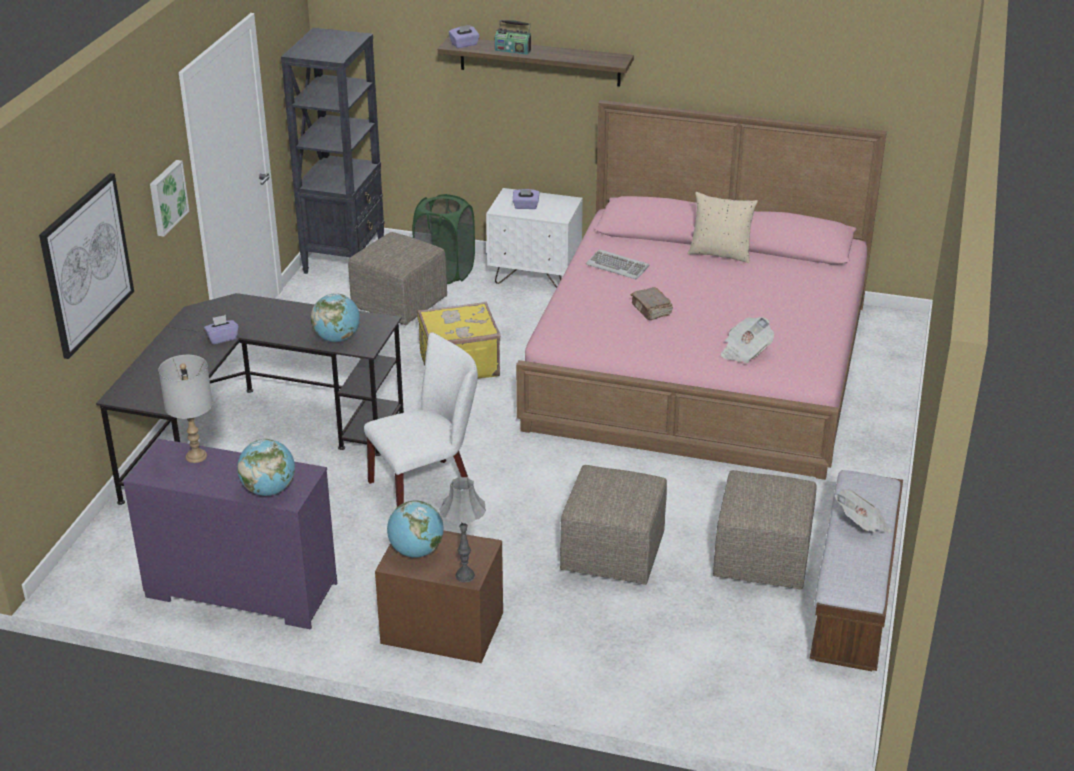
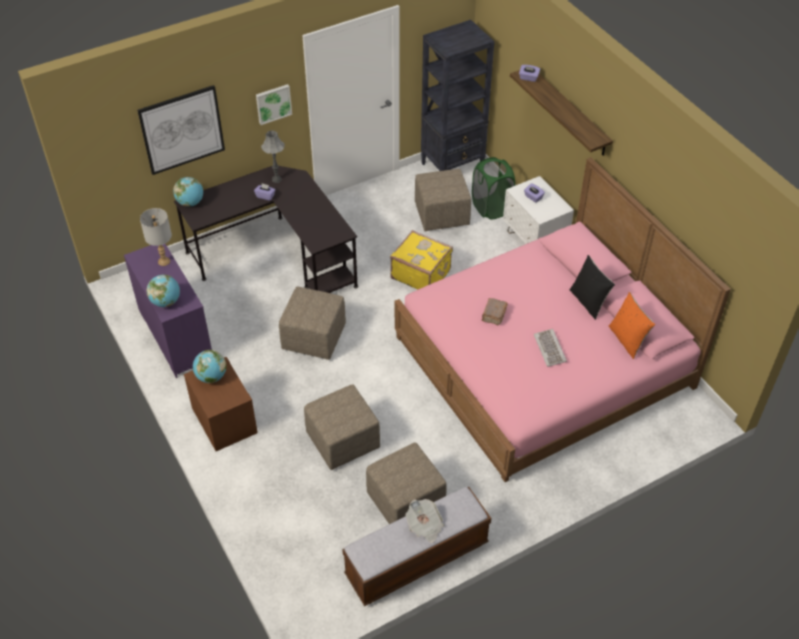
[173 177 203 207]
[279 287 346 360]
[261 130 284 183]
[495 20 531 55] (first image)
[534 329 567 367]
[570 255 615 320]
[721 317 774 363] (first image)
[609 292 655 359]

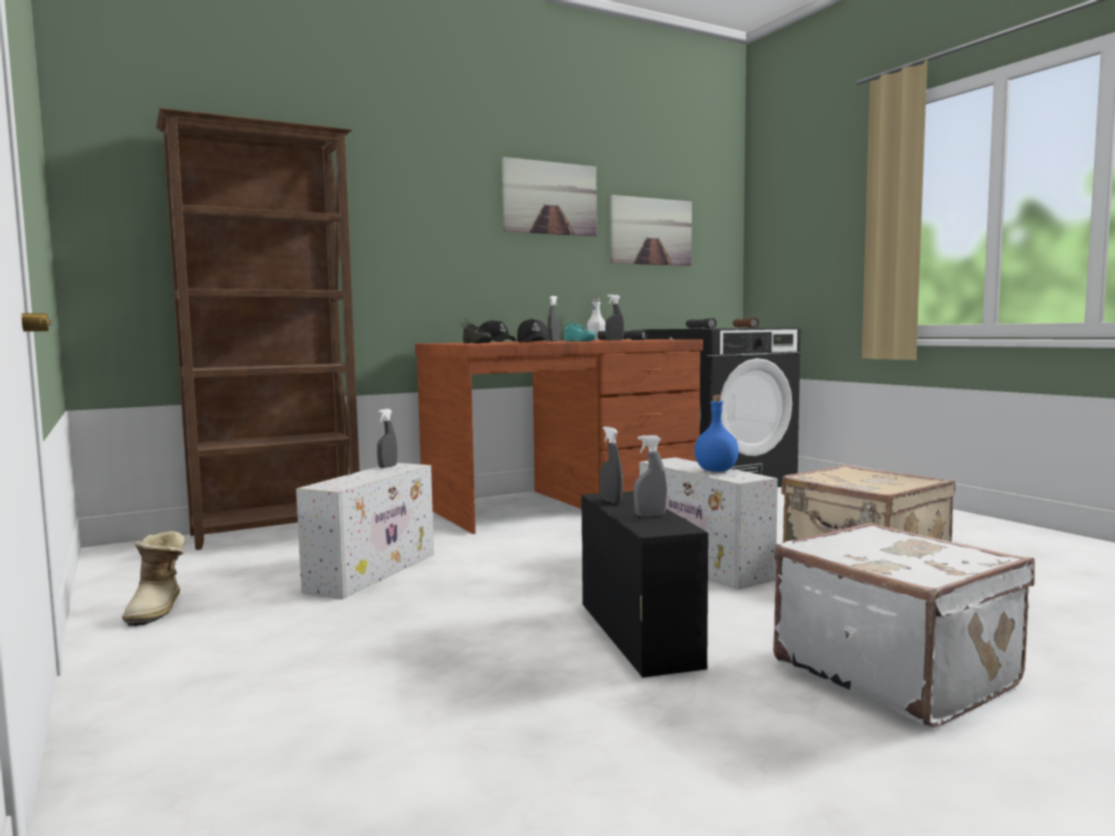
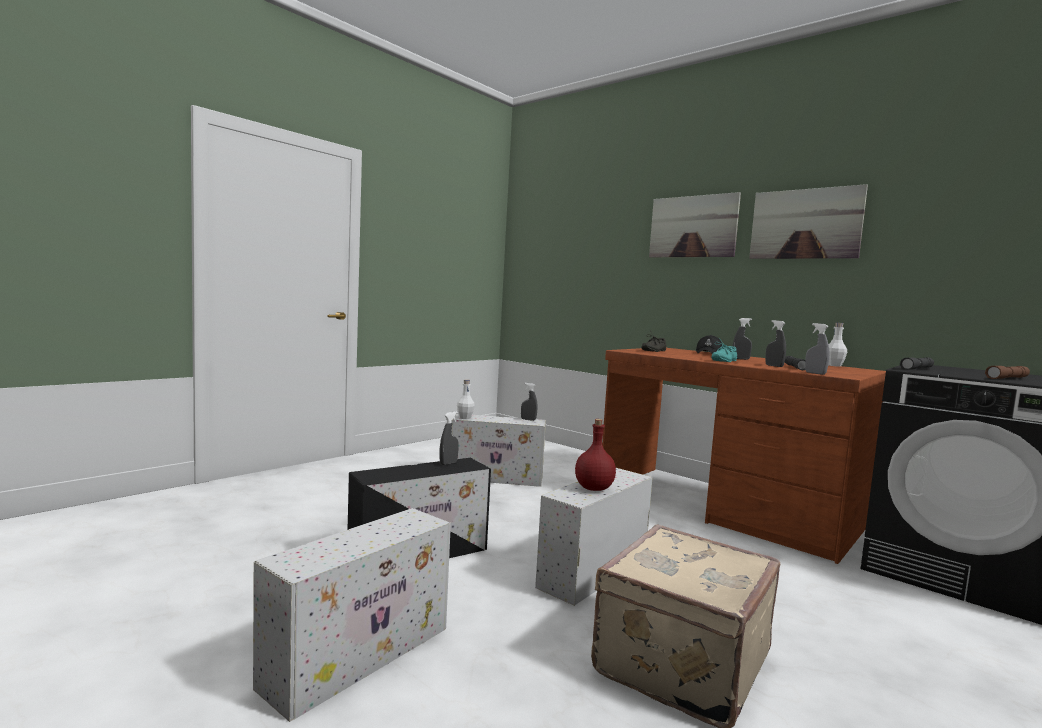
[122 531 186 626] (first image)
[156 108 360 550] (first image)
[517 319 549 343] (first image)
[649 192 741 257]
[805 323 829 375]
[575 419 616 491]
[253 508 451 722]
[457 379 475 419]

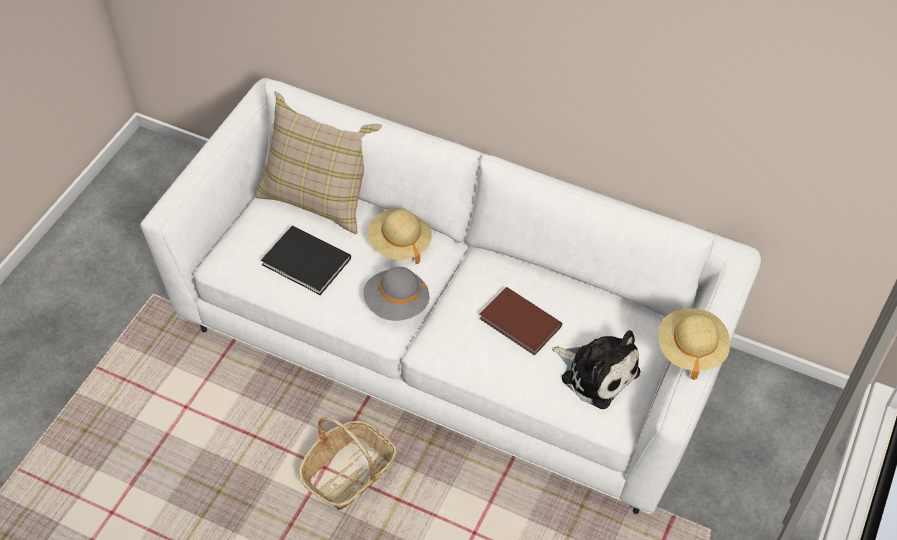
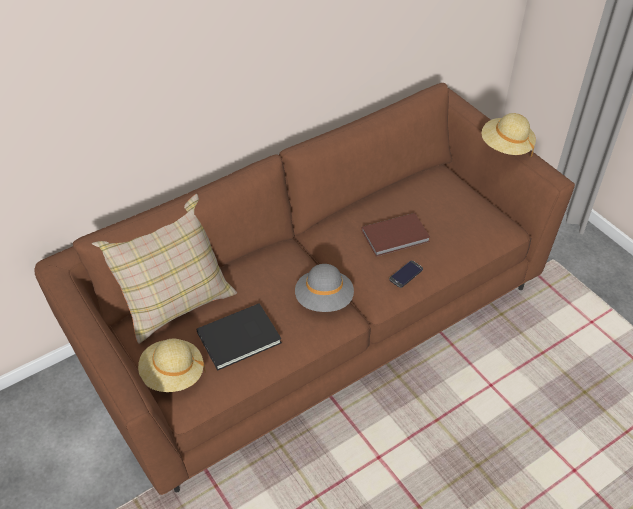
[35 83 575 495]
[298 417 398 510] (first image)
[138 339 206 392]
[552 330 640 409] (first image)
[389 261 423 288]

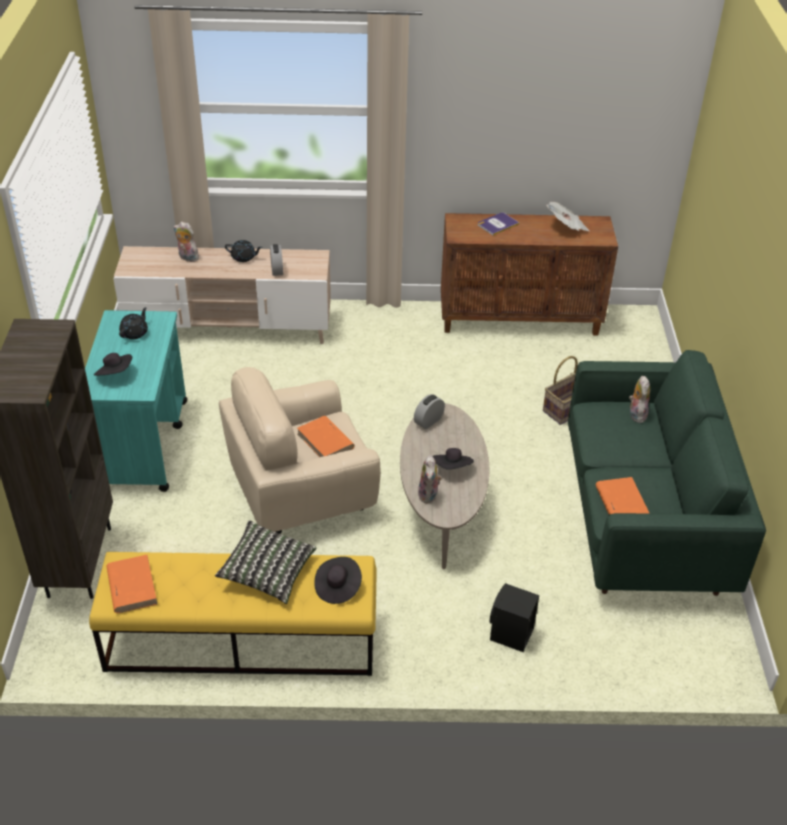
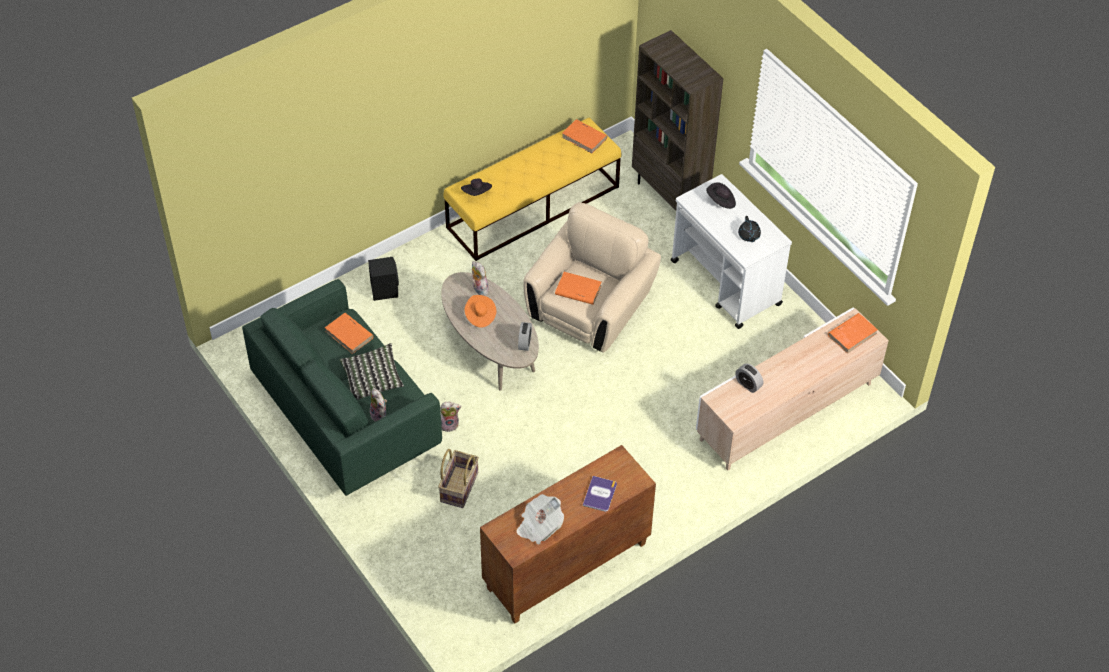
[671 174 792 329]
[440 402 462 432]
[339 343 404 400]
[225 240 262 262] (first image)
[465 295 496 328]
[828 313 878 354]

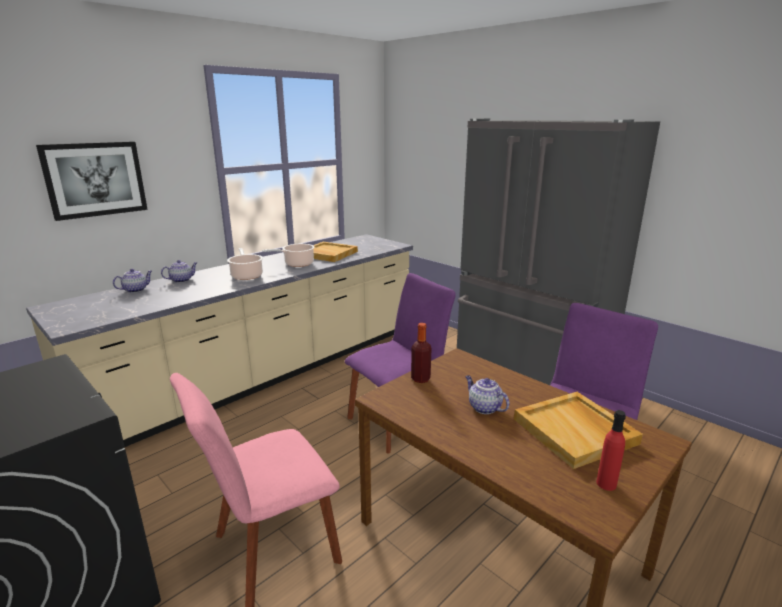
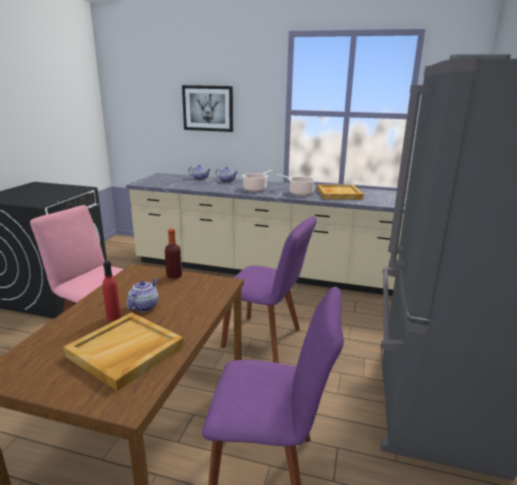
[103 261 121 321]

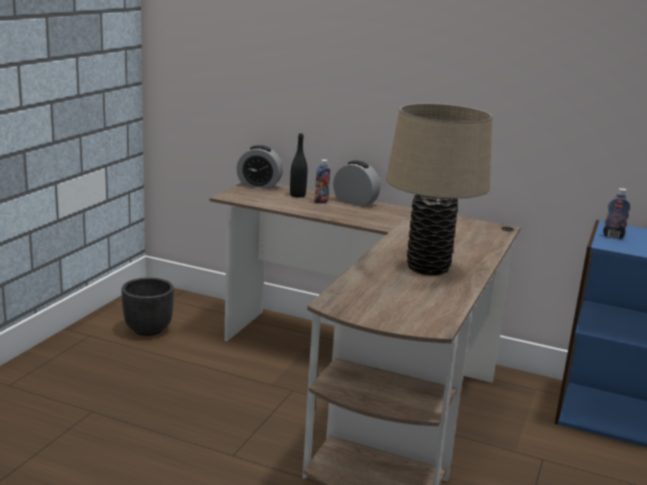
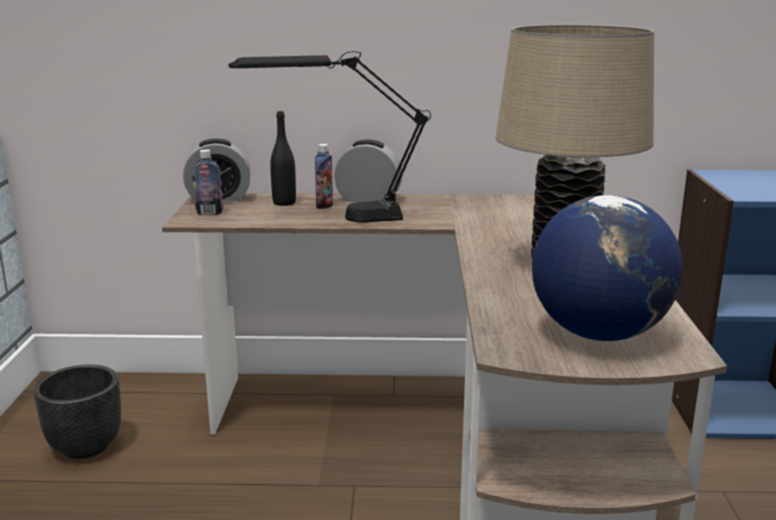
[193 149 223 215]
[229 51 431 223]
[532 195 683 341]

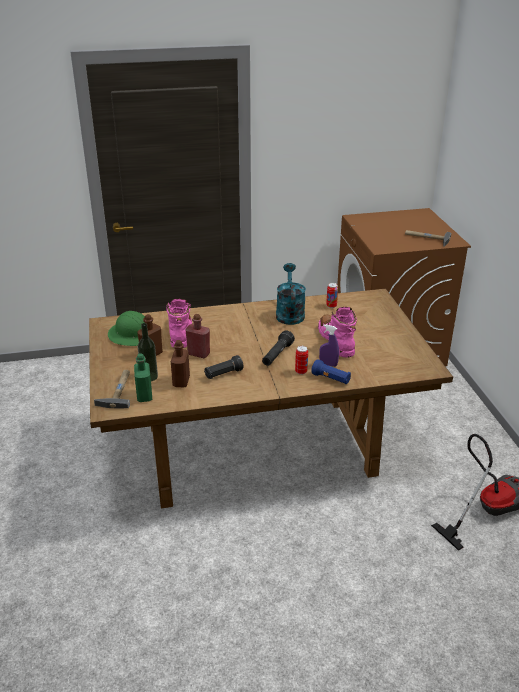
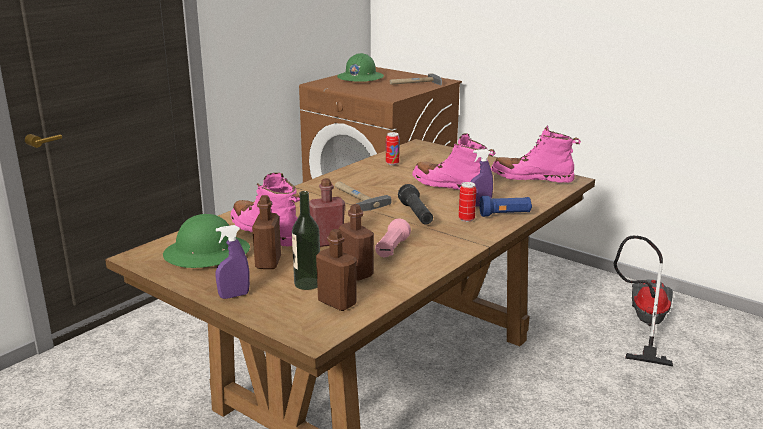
[335 181 391 211]
[316 229 357 311]
[375 219 411 257]
[276 263 306 325] (first image)
[216 225 250 299]
[337 53 384 82]
[491 125 581 183]

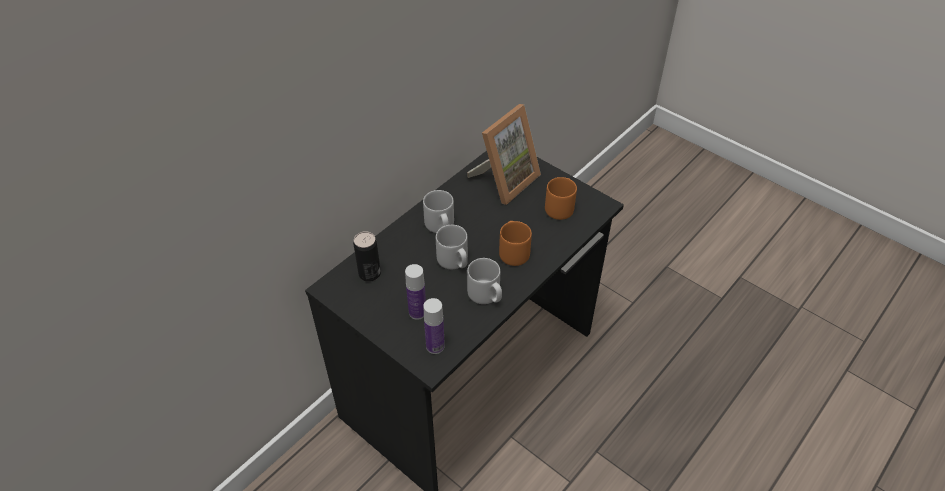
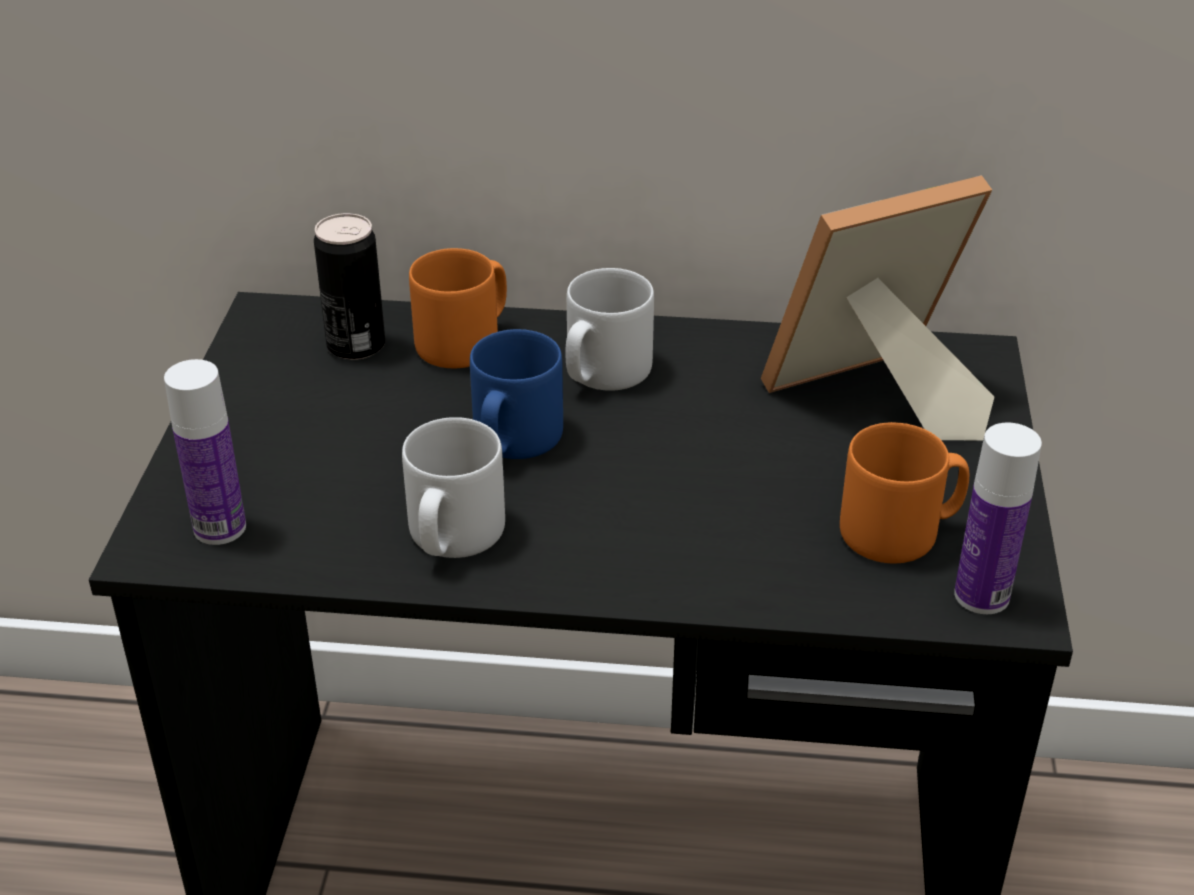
[954 423 1042 614]
[470 329 563 459]
[761 175 994 441]
[409 248 507 369]

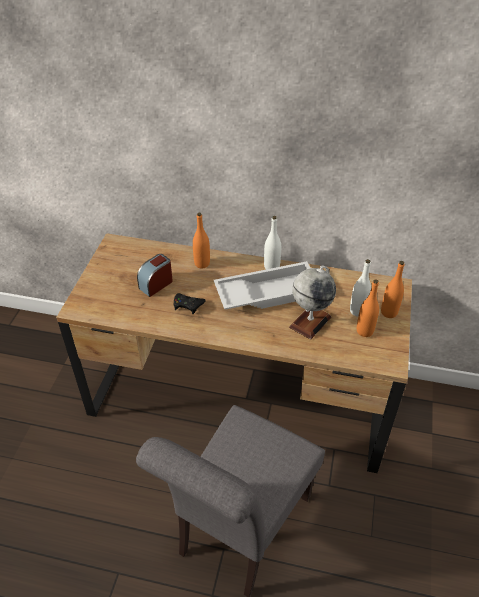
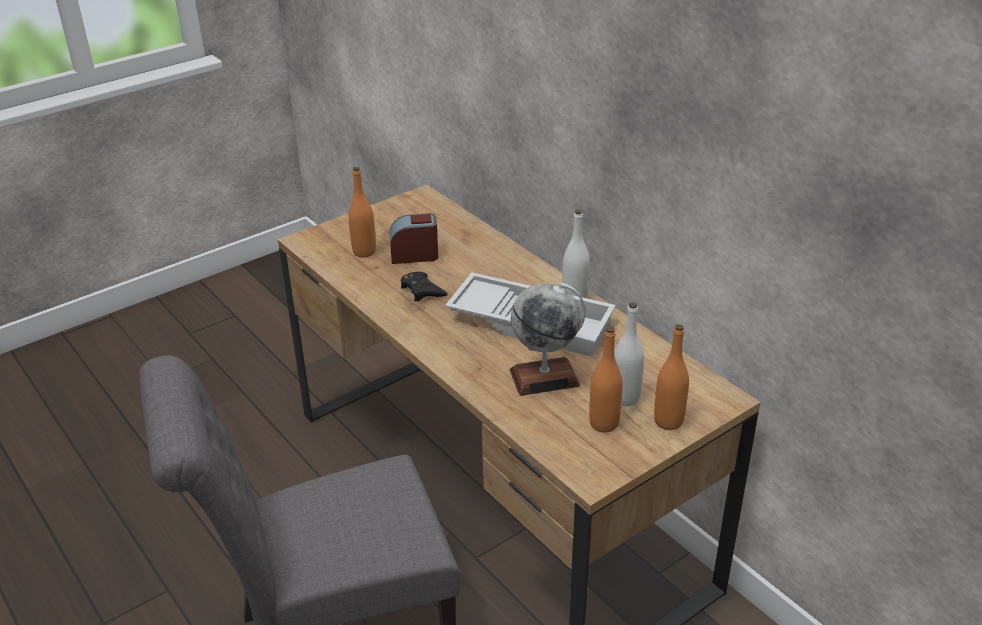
[348 167 376 257]

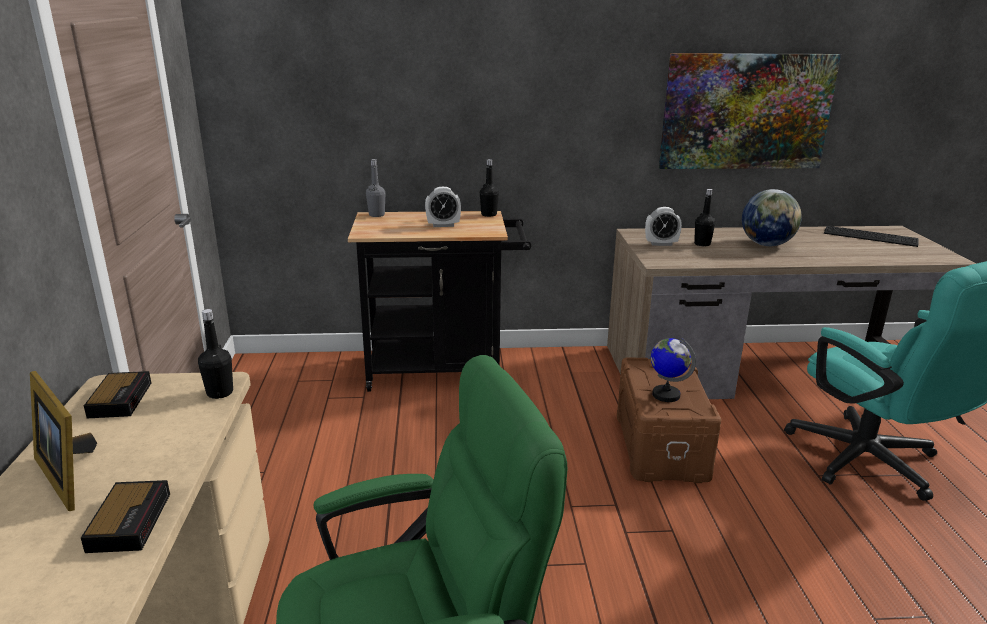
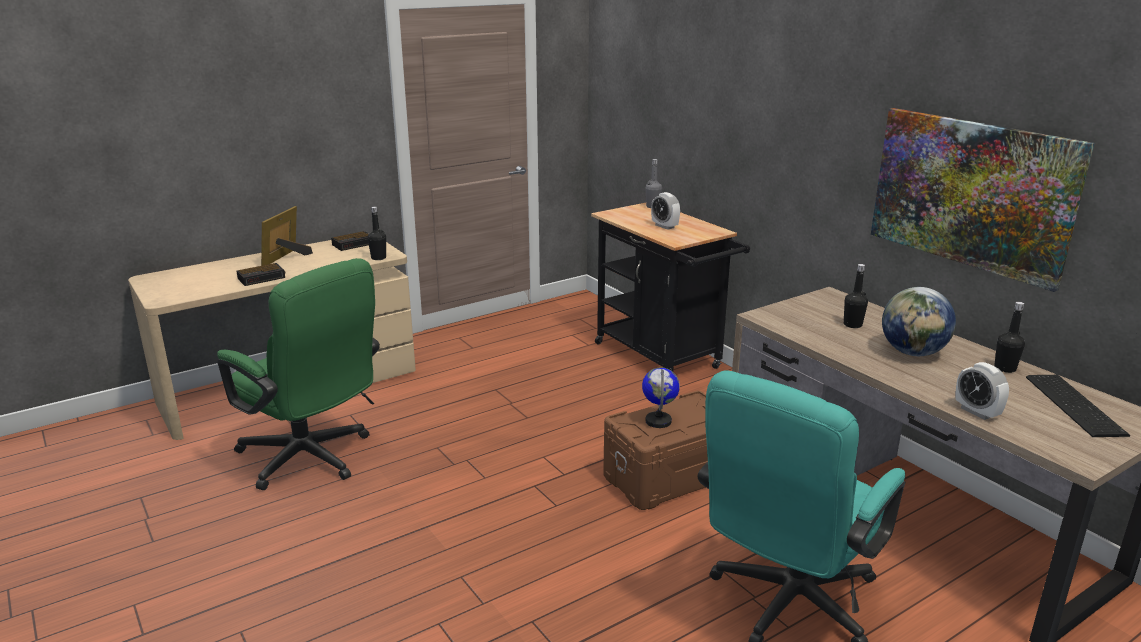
[994 302 1025 373]
[955 362 1009 420]

